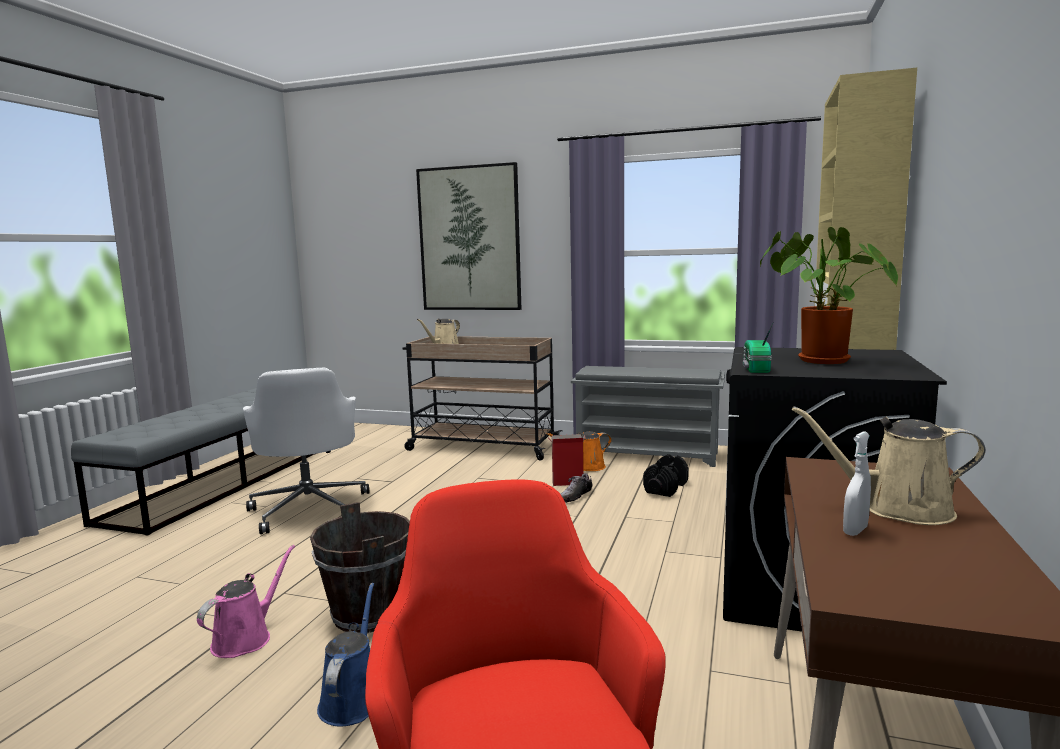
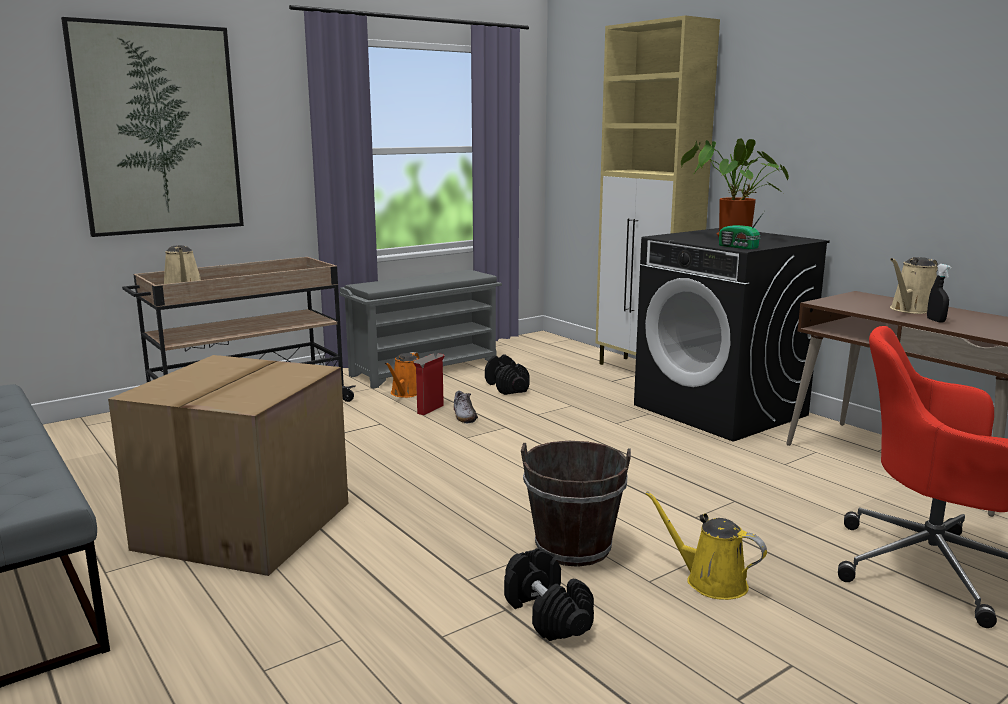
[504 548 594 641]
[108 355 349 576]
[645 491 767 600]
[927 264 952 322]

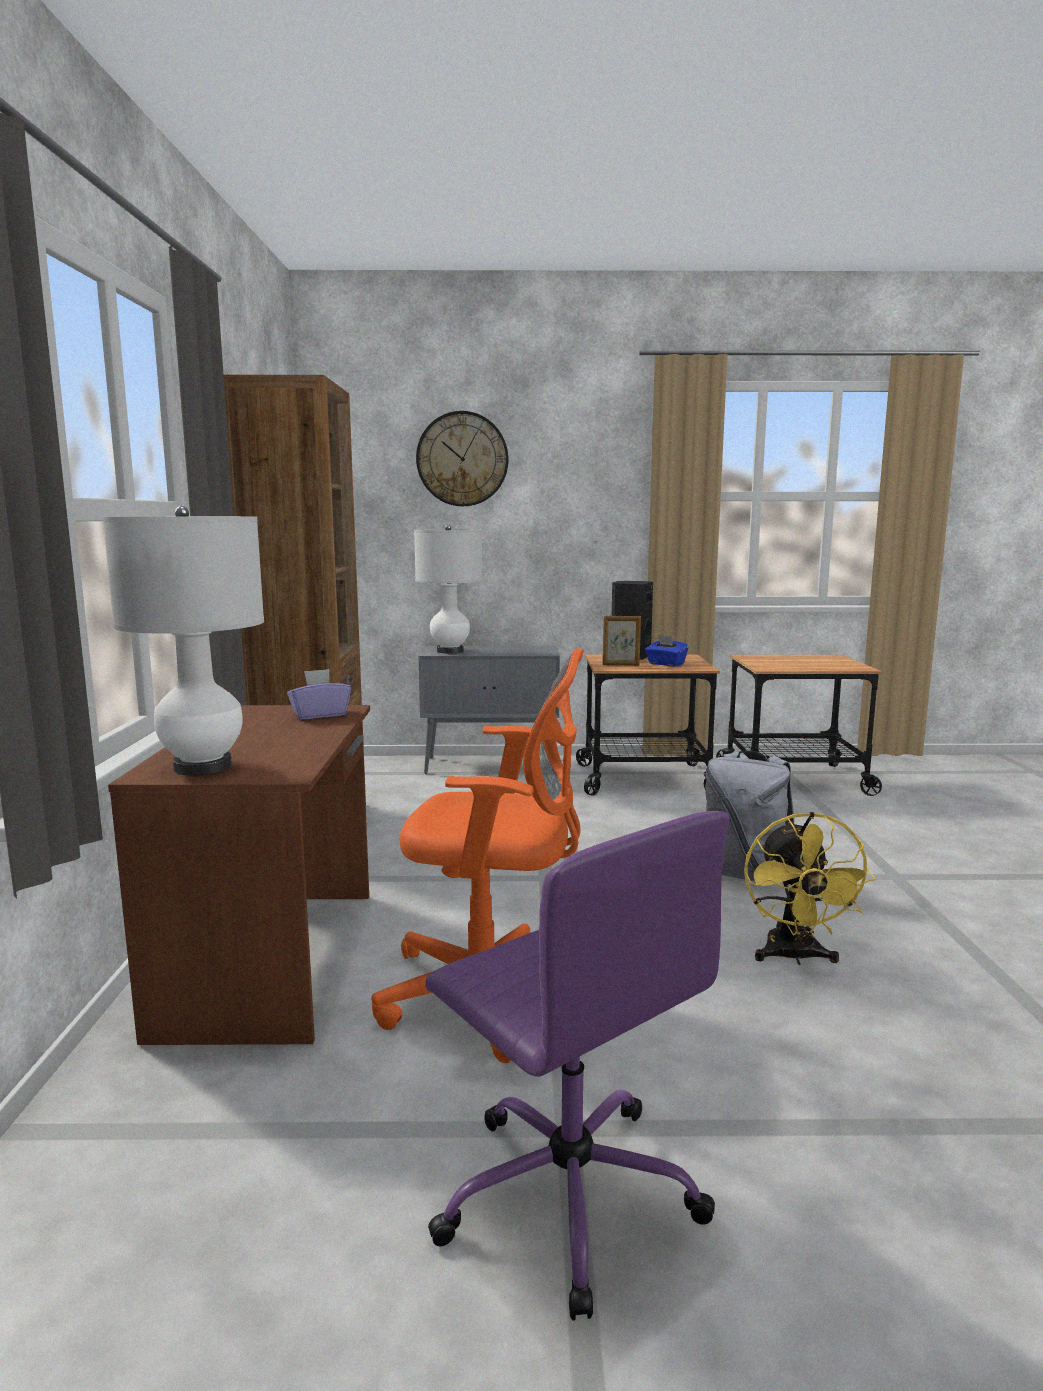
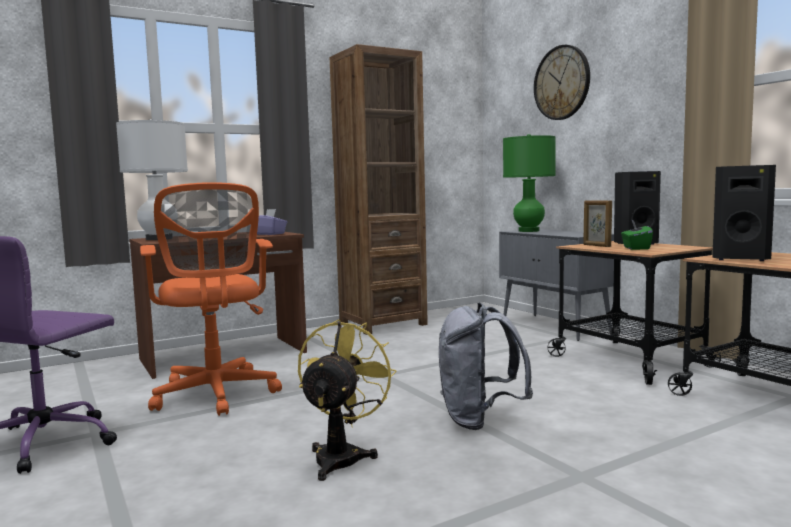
[503 134 556 232]
[621 220 653 250]
[298 319 397 481]
[712 165 776 261]

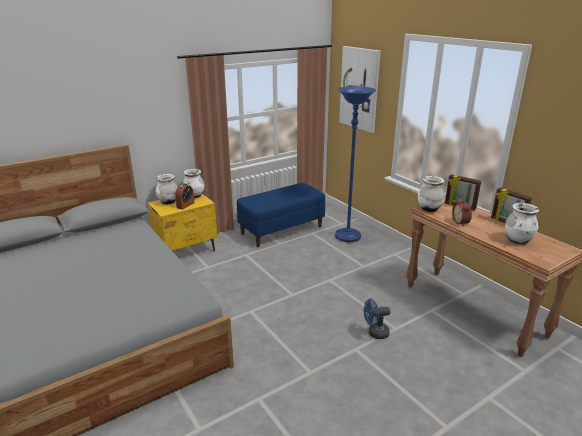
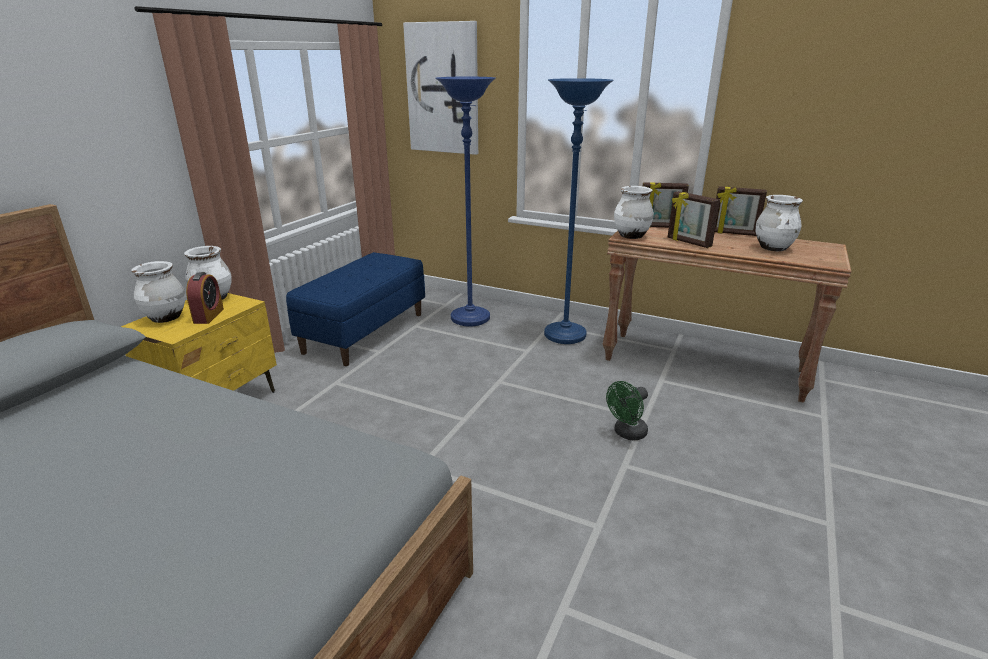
[606 381 648 440]
[668 191 720 248]
[544 78 614 344]

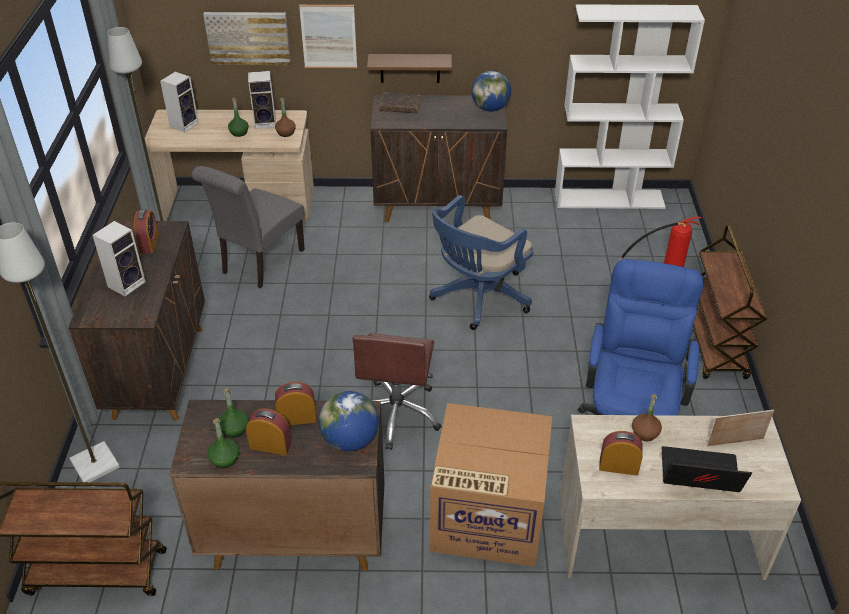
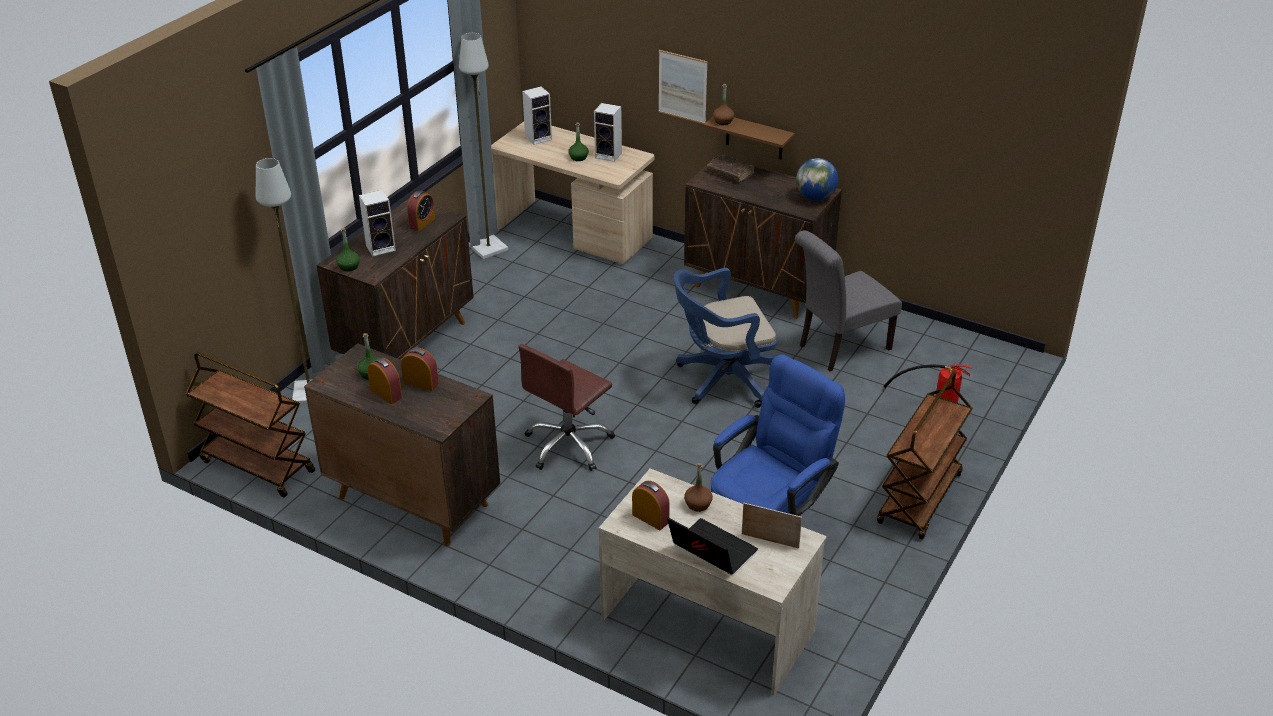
[795 230 902 372]
[203 12 291 65] (first image)
[336 228 360 271]
[713 84 734 125]
[319 391 379 451] (first image)
[430 403 552 567] (first image)
[555 4 705 209] (first image)

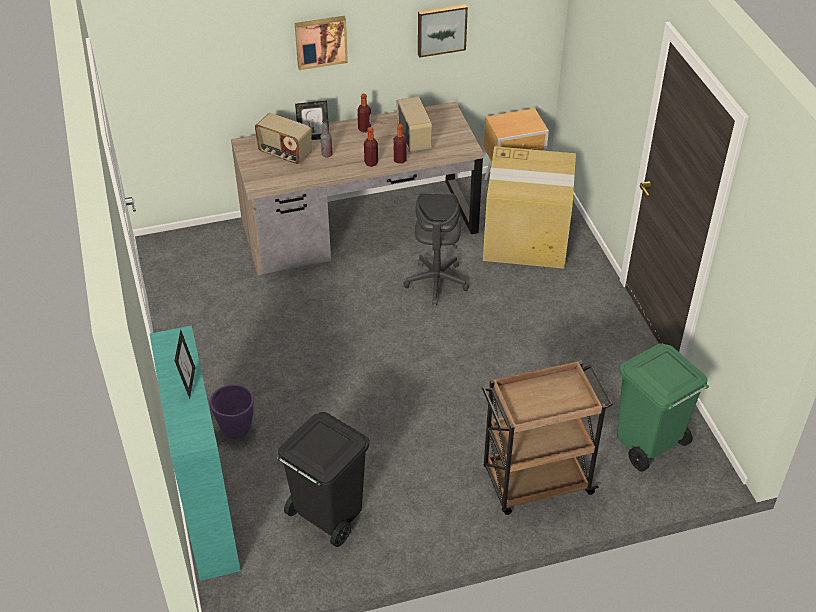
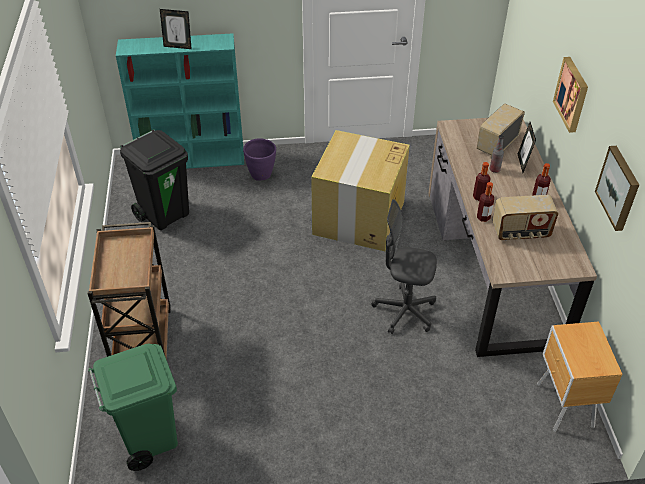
[311 130 410 251]

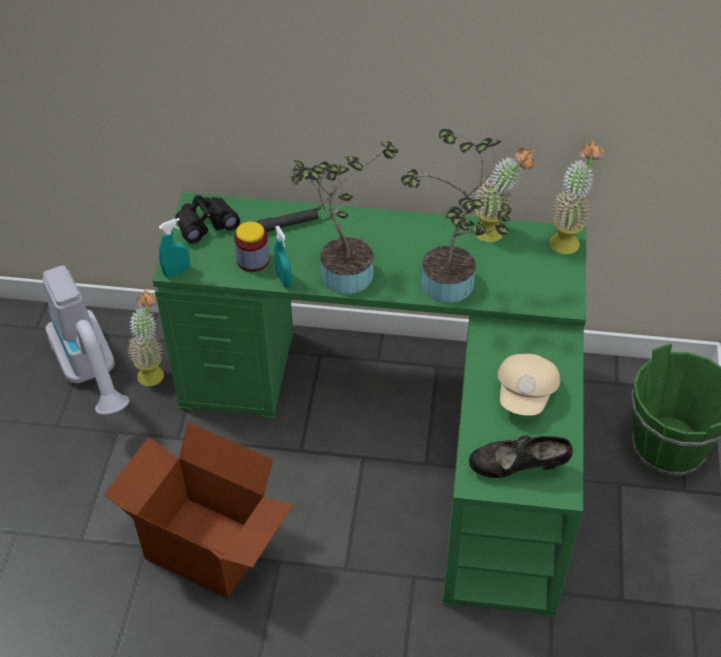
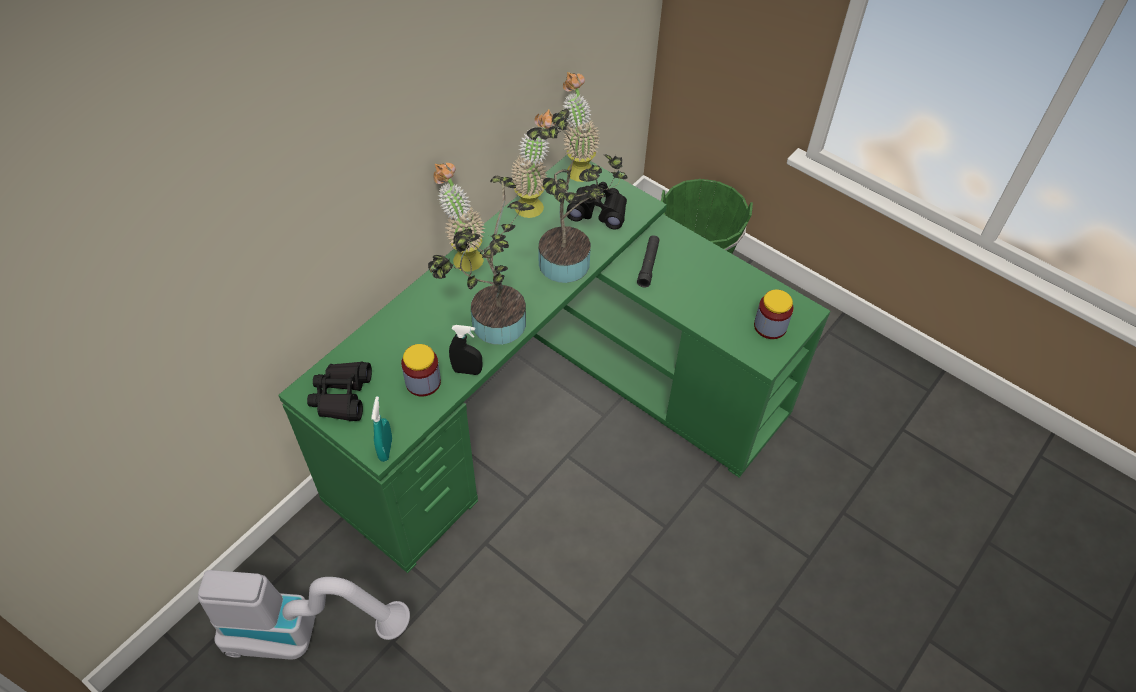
[104 422 294 599] (first image)
[433 162 486 272]
[637 235 660 287]
[449 325 483 375]
[754 289 794 339]
[498 354 560 416] (first image)
[566 182 627 229]

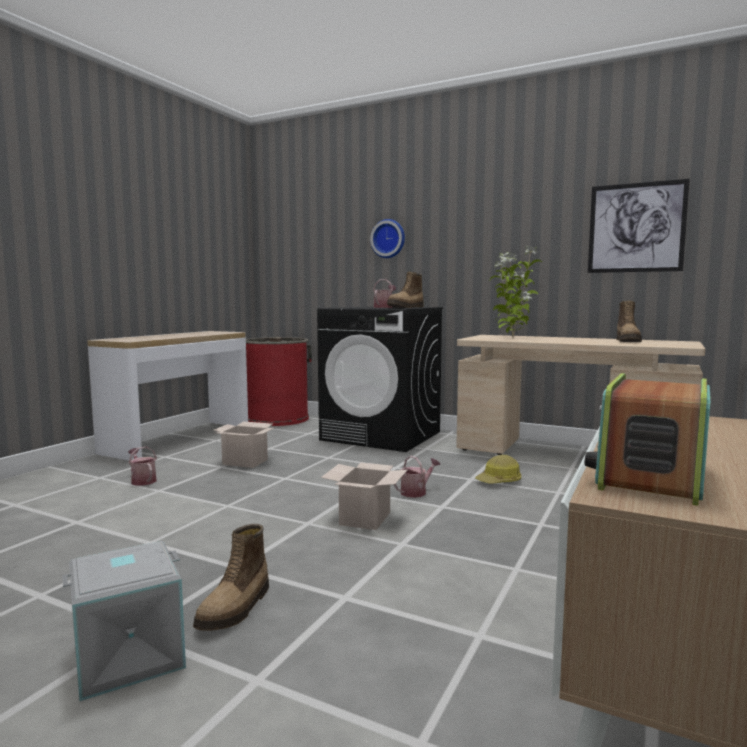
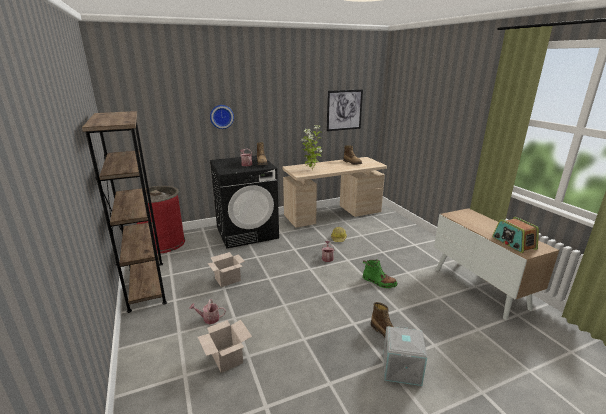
[82 111 167 313]
[198 320 252 373]
[363 259 398 288]

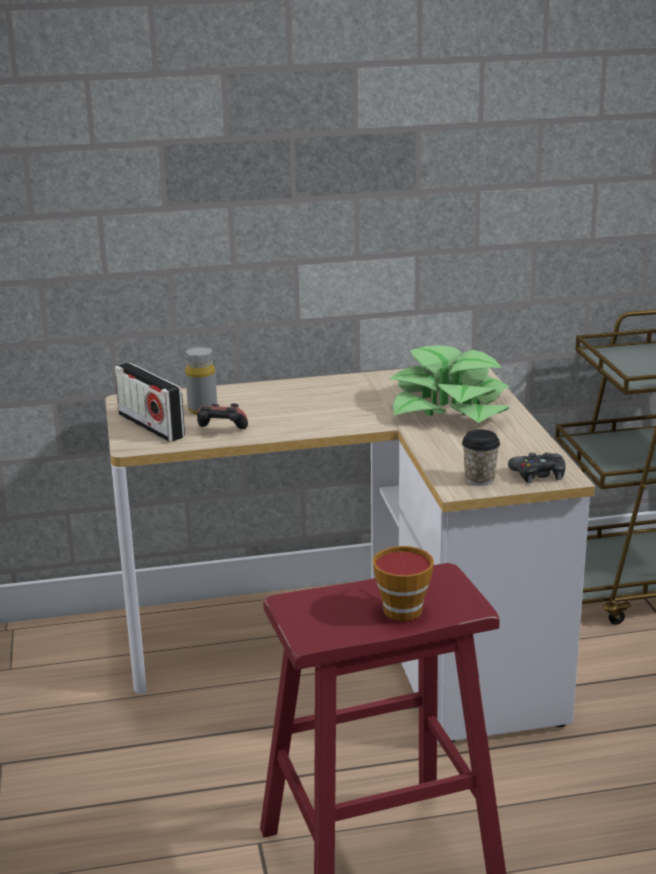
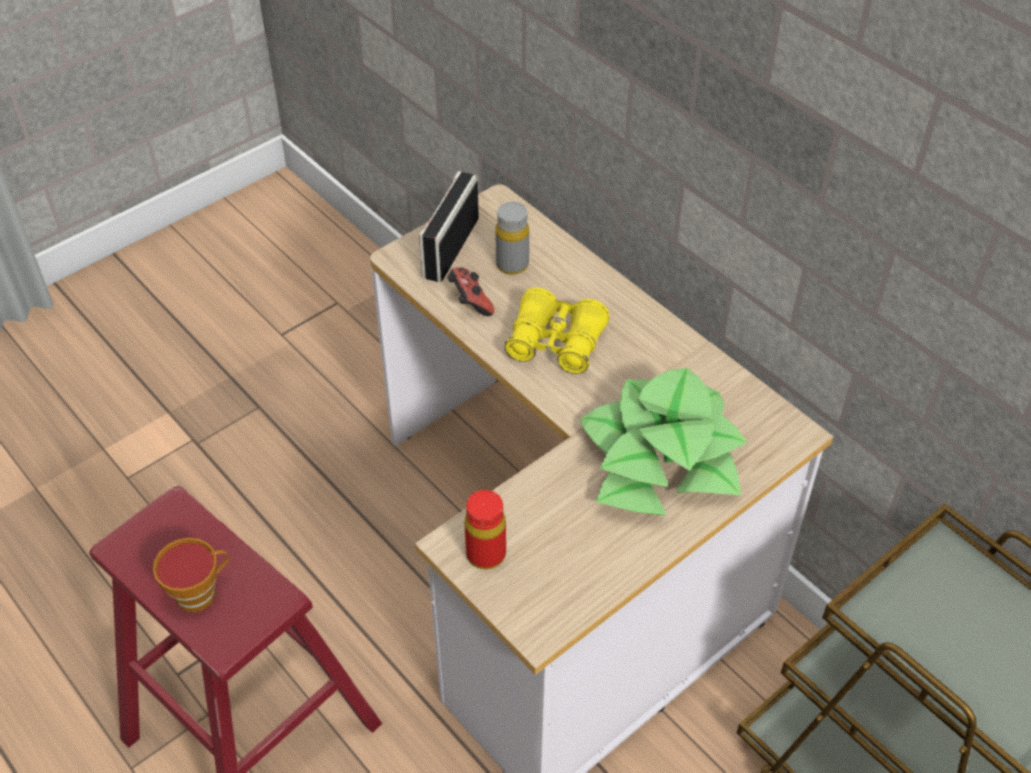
[465 490 506 569]
[508 453 566 483] (first image)
[504 287 609 374]

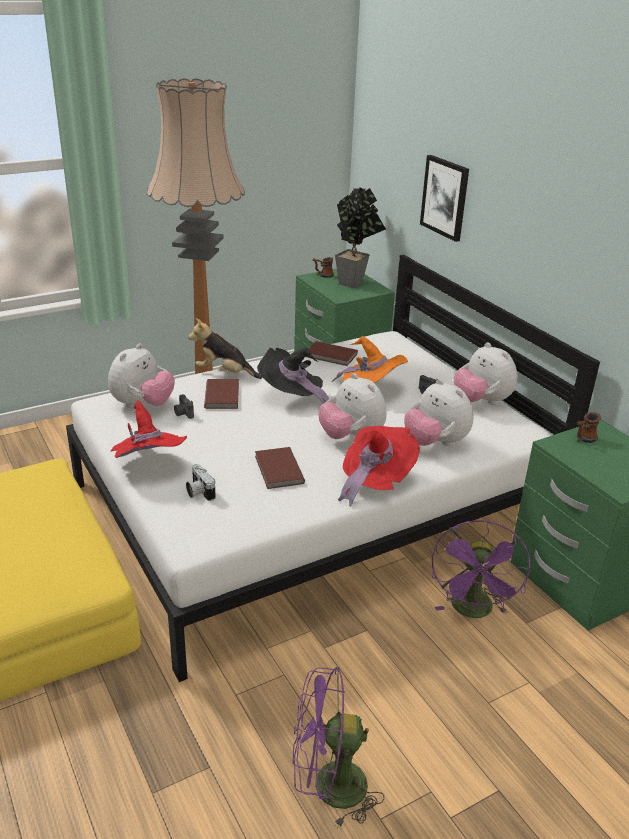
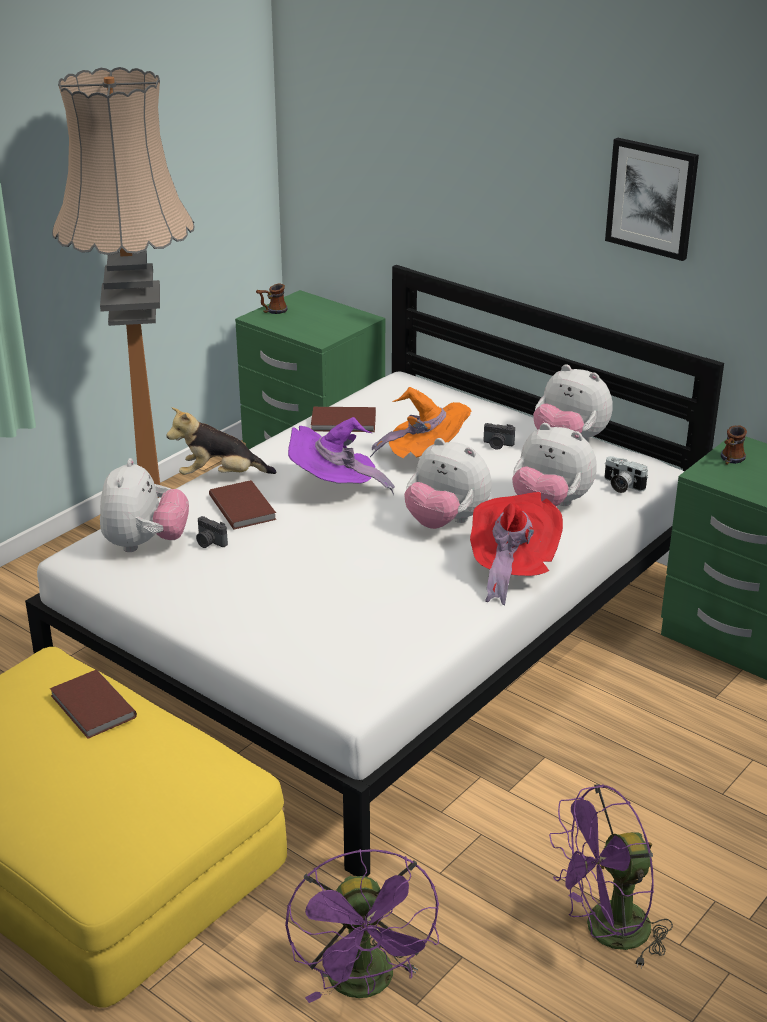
[110 401 187 458] (first image)
[604 456 648 493]
[50 670 137 739]
[288 417 395 495]
[335 187 386 288] (first image)
[605 138 699 261]
[285 849 439 1003]

